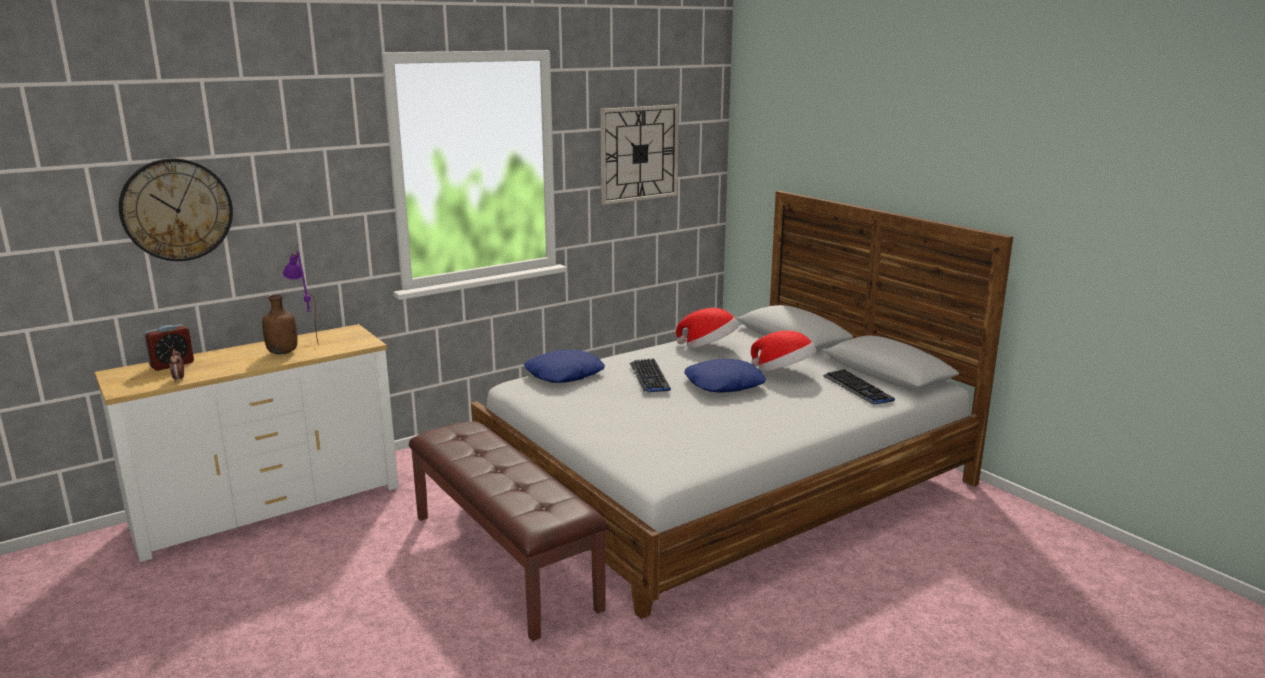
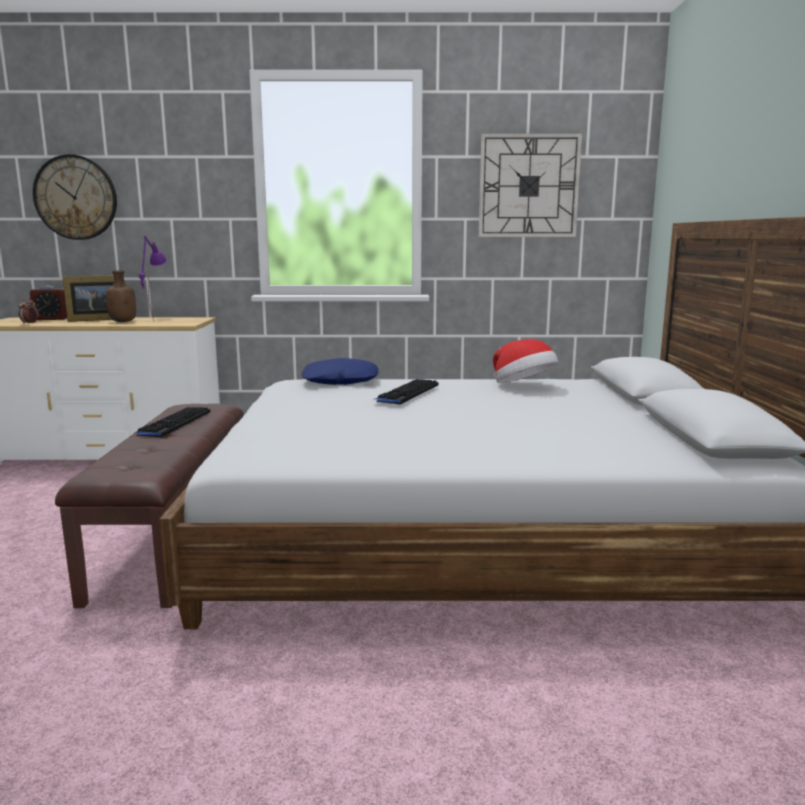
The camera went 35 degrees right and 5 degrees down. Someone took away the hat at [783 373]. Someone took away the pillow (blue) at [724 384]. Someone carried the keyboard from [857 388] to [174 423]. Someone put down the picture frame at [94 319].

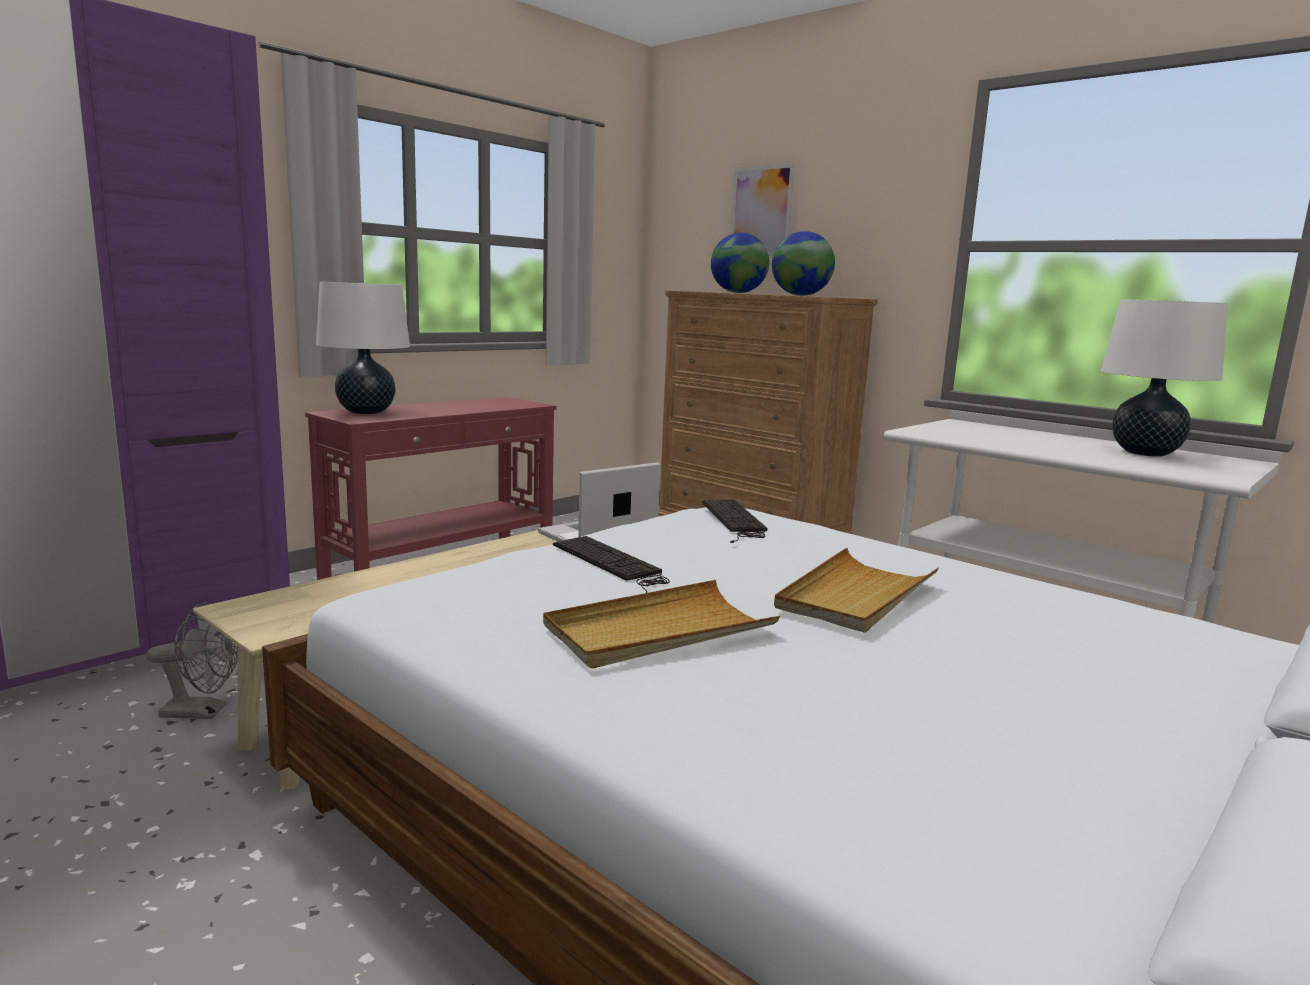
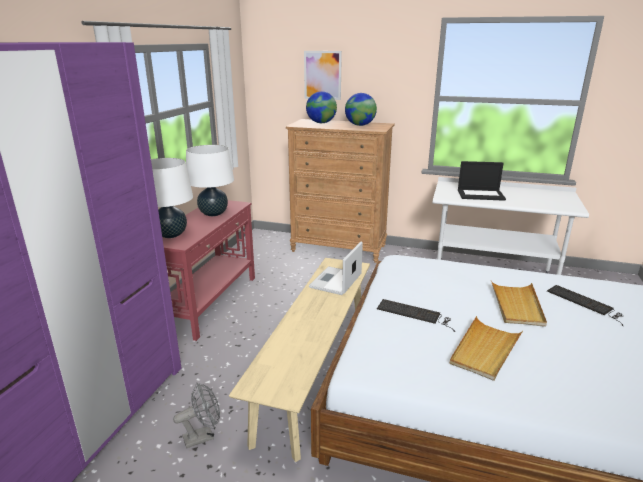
The camera went 25 degrees left and 10 degrees up. Someone carried the table lamp (white) from [1145 453] to [213 214]. Someone carried the keyboard from [734 520] to [585 303]. Someone put down the laptop at [481 194].

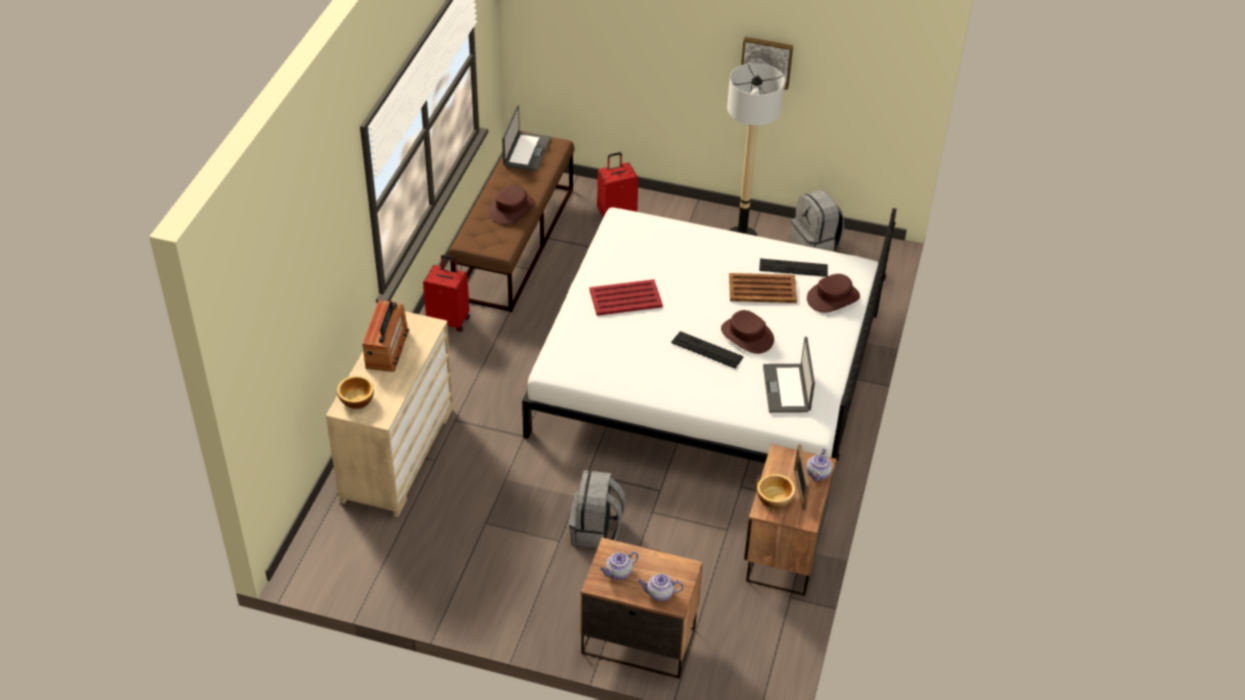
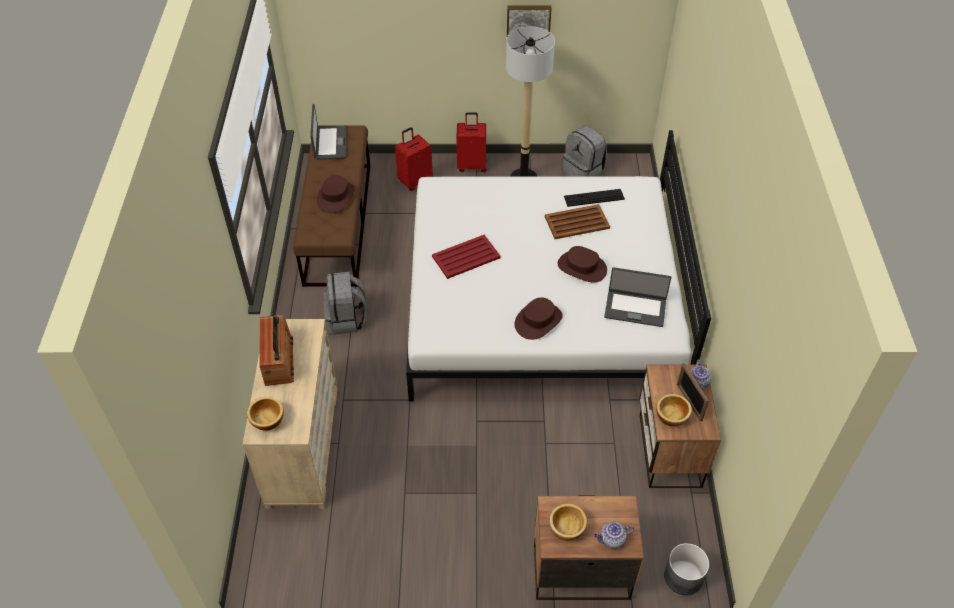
The camera went 15 degrees left and 5 degrees up. Someone carried the suitcase (red) from [449 320] to [472 165]. Someone carried the hat (brown) from [833 297] to [538 320]. Someone took away the keyboard at [707 349]. Someone rotated the laptop at [787 388] by 60 degrees counterclockwise. Someone carried the backpack (grey) from [596 530] to [347 319]. Someone swapped the teapot at [618 573] for the bowl at [567 528]. Someone put down the planter (grey) at [683 577].

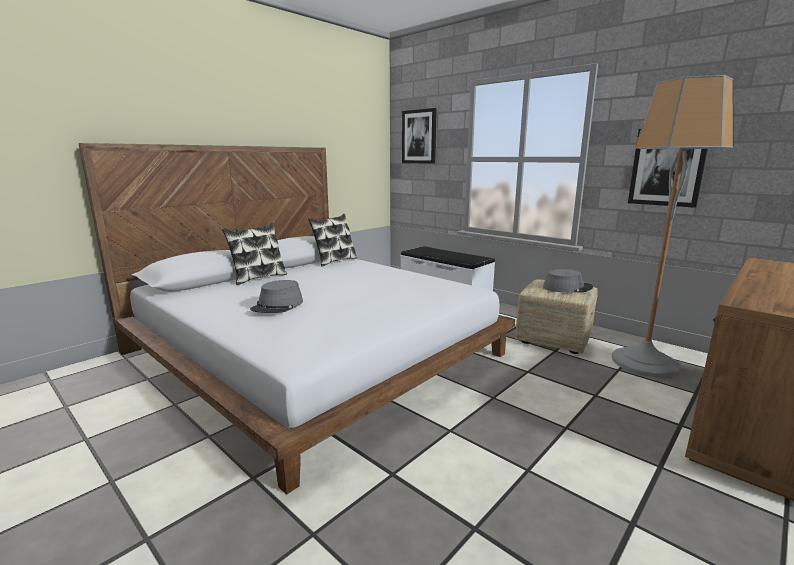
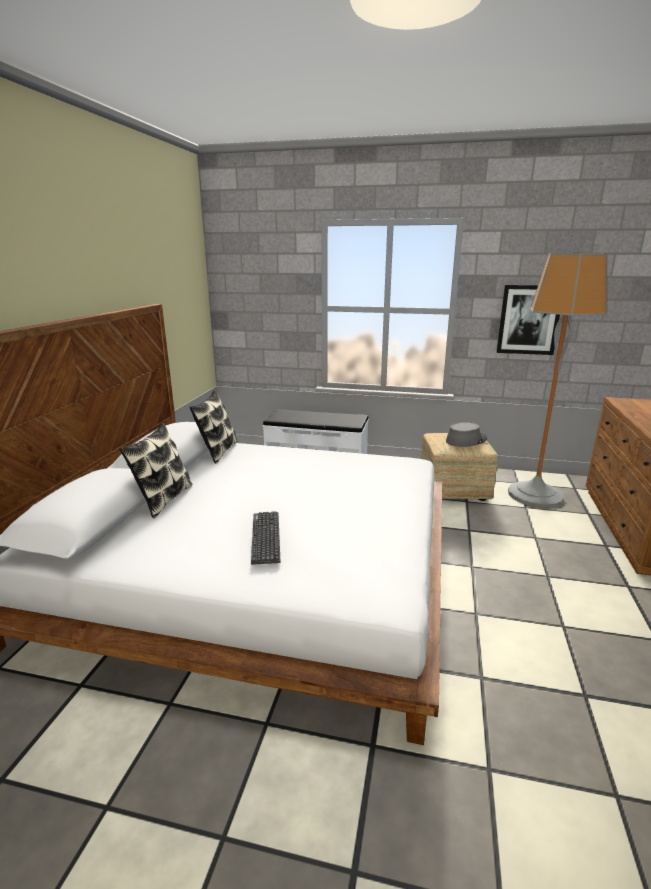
The camera went 30 degrees left and 5 degrees up. Someone took away the picture at [419 137]. Someone swapped the hat (grey) at [278 305] for the keyboard at [265 537].

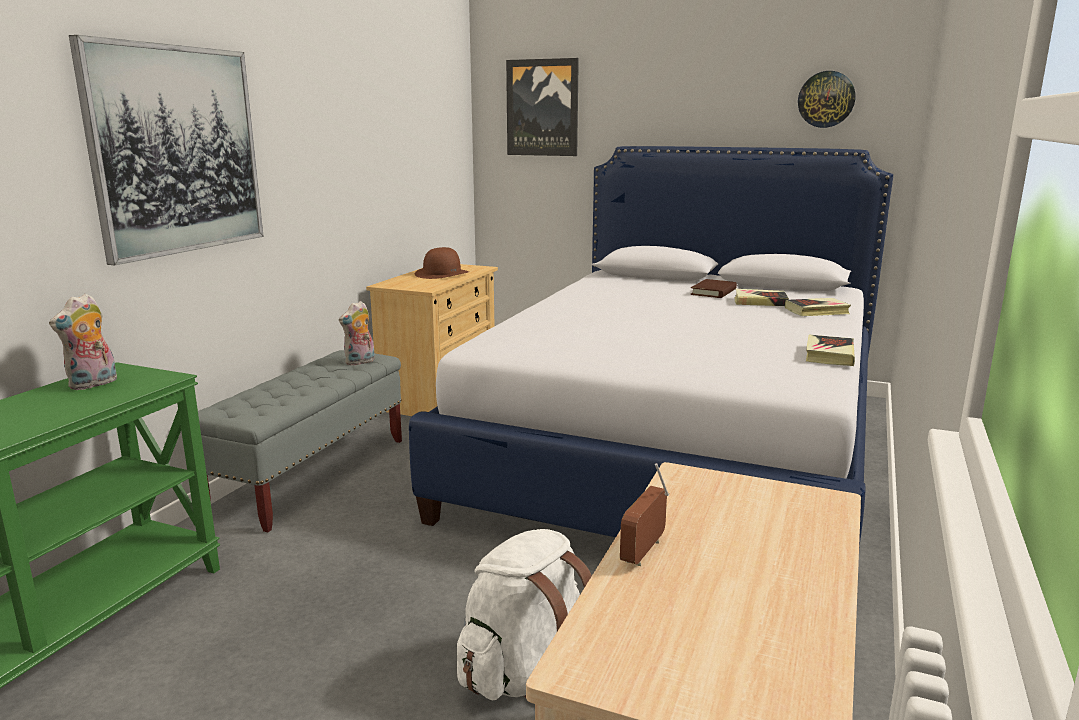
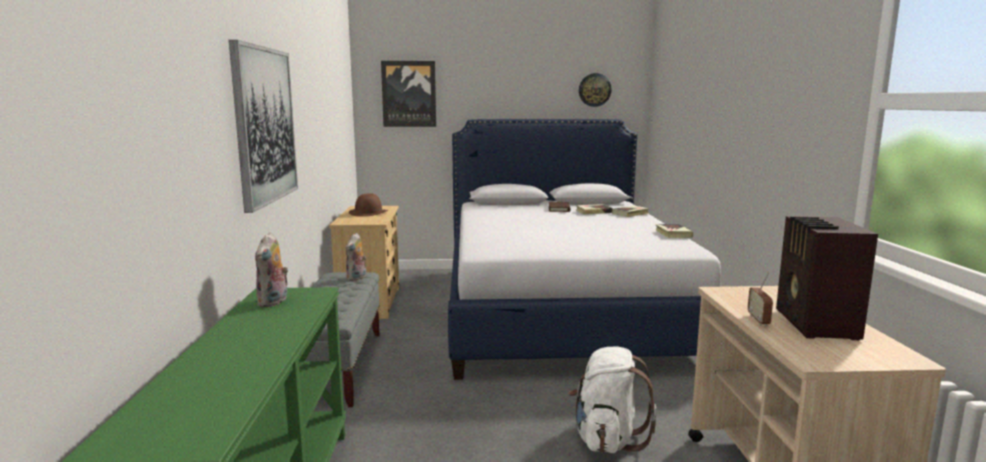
The camera went 25 degrees left and 5 degrees down. Someone put down the radio at [815 324].

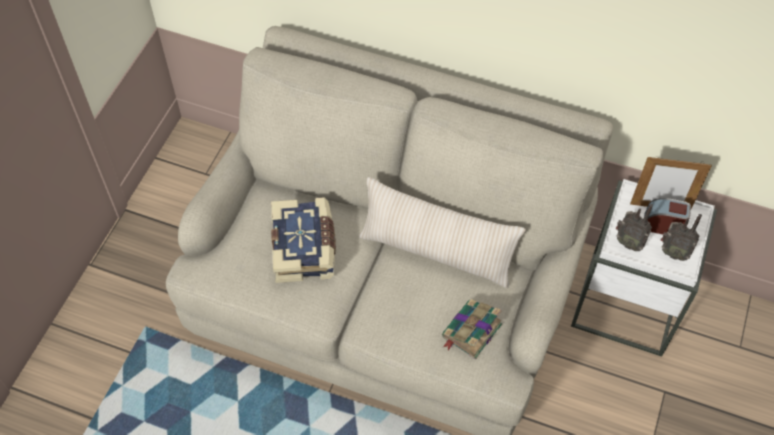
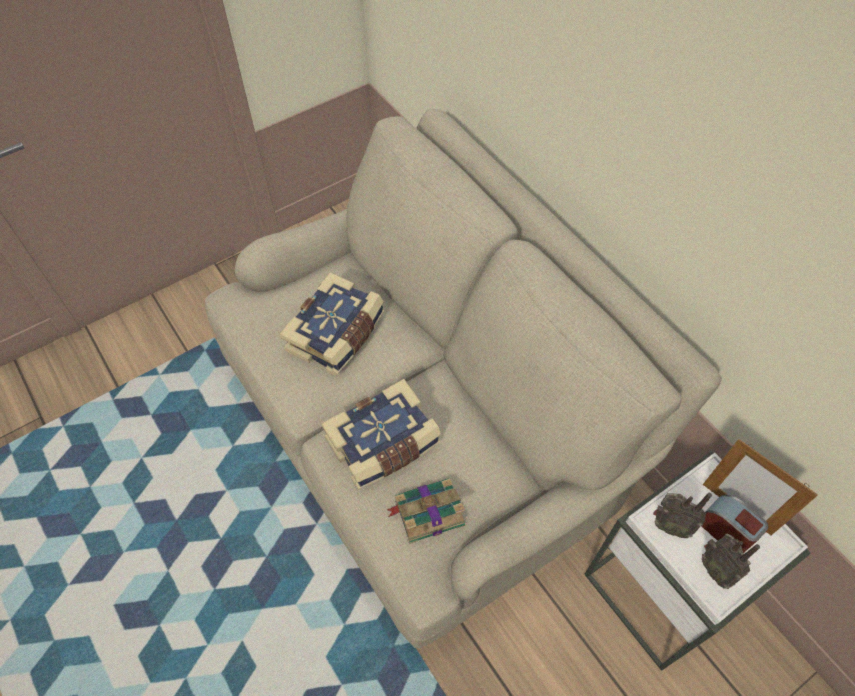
The camera went 35 degrees right and 0 degrees up. Someone took away the pillow (beige) at [436 252]. Someone rotated the radio at [628 242] by 45 degrees counterclockwise. Someone put down the book at [384 444].

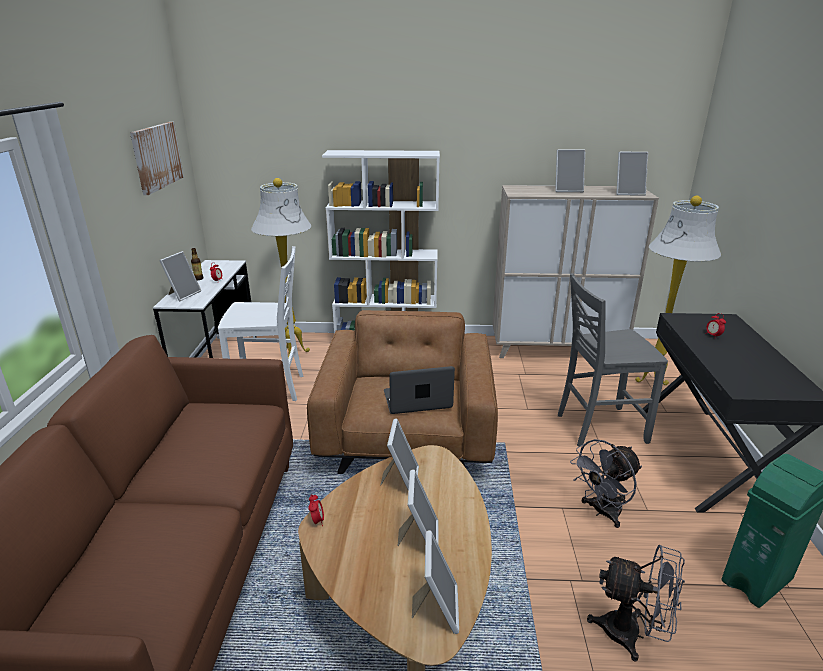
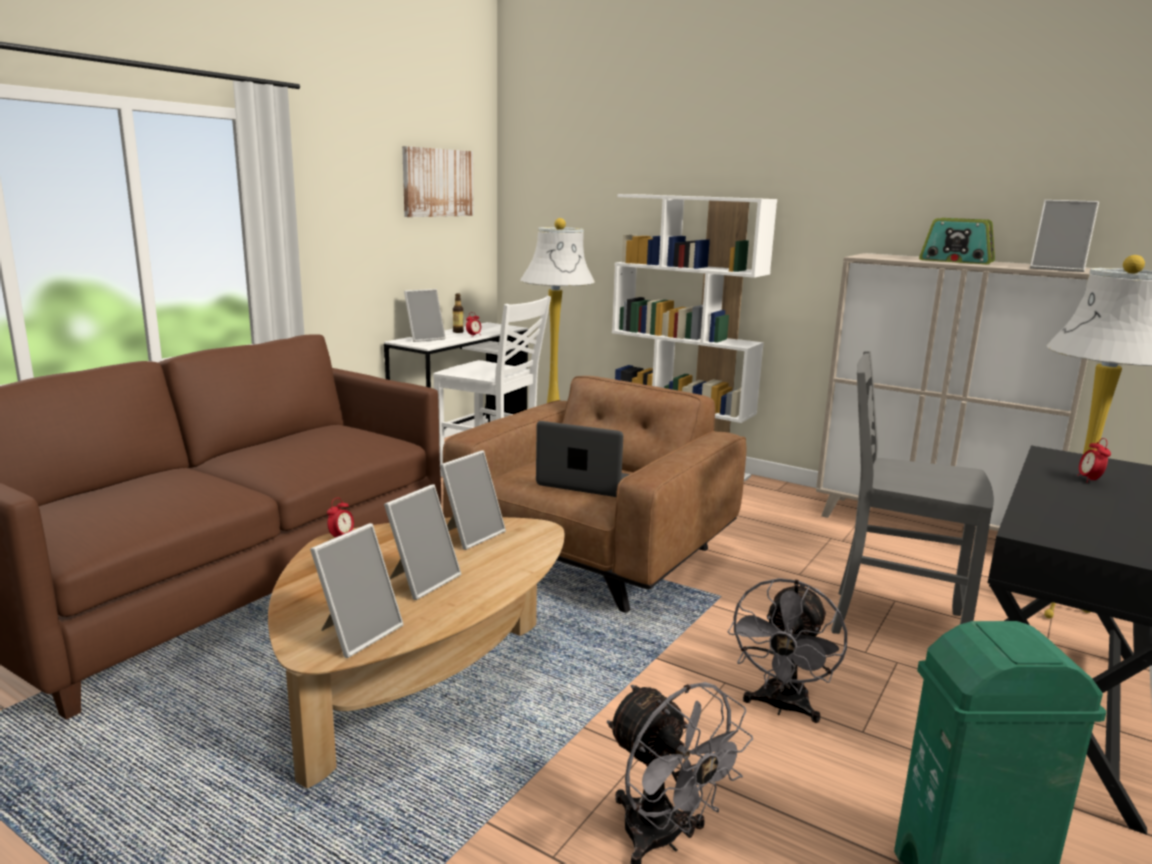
The camera went 30 degrees right and 10 degrees down. Someone swapped the picture frame at [567 190] for the radio at [956 261]. Someone rotated the fan (grey) at [602 512] by 60 degrees counterclockwise.

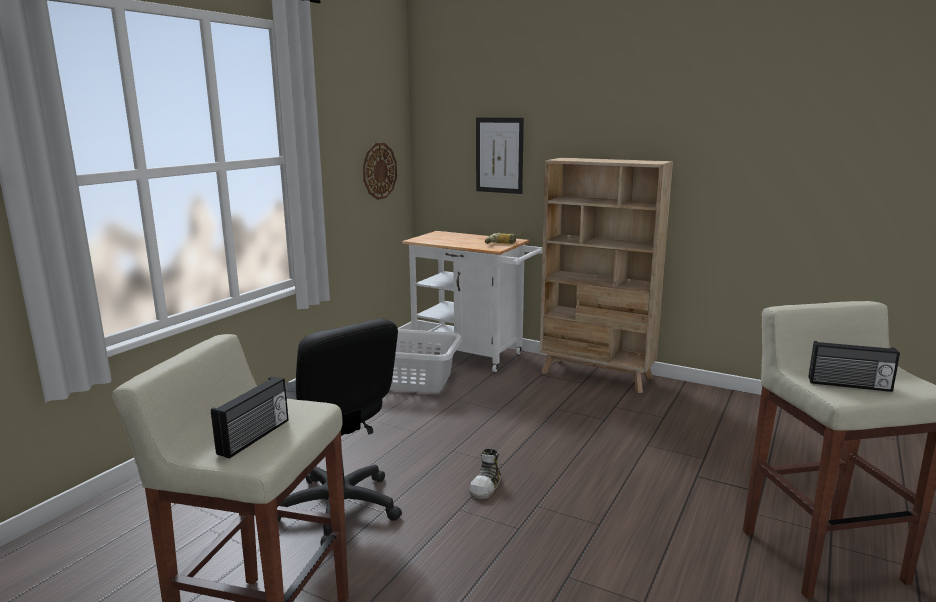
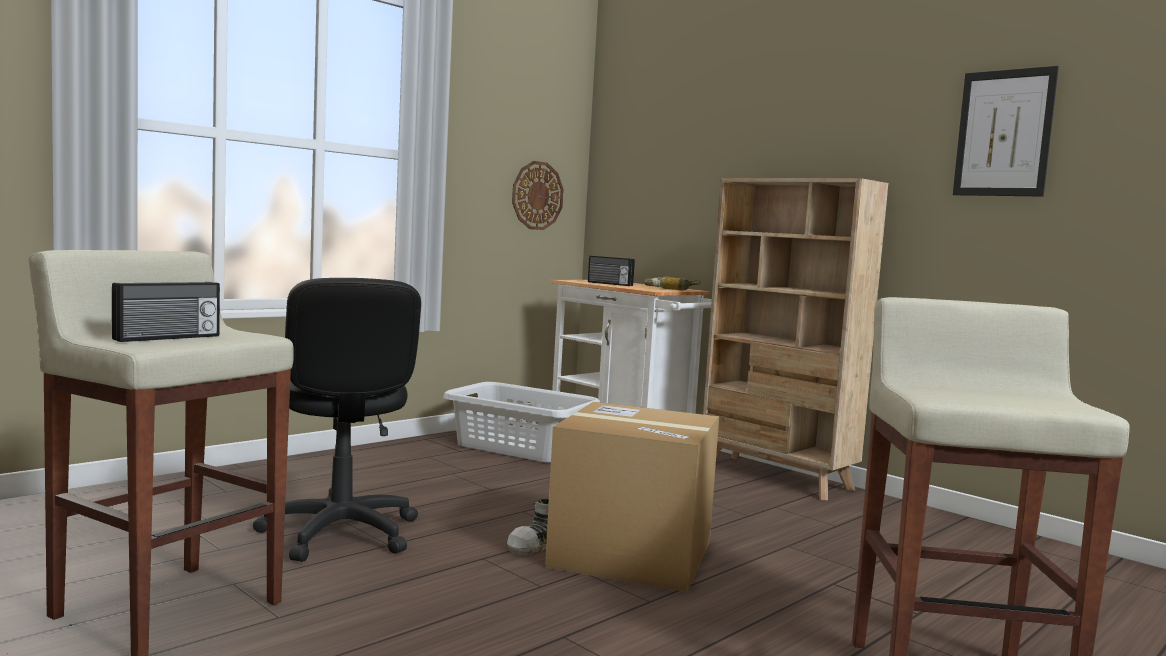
The camera went 15 degrees right and 10 degrees down. Someone carried the picture from [499 155] to [1003 133]. Someone carried the radio from [849 385] to [609 284]. Someone put down the cardboard box at [631 554].

